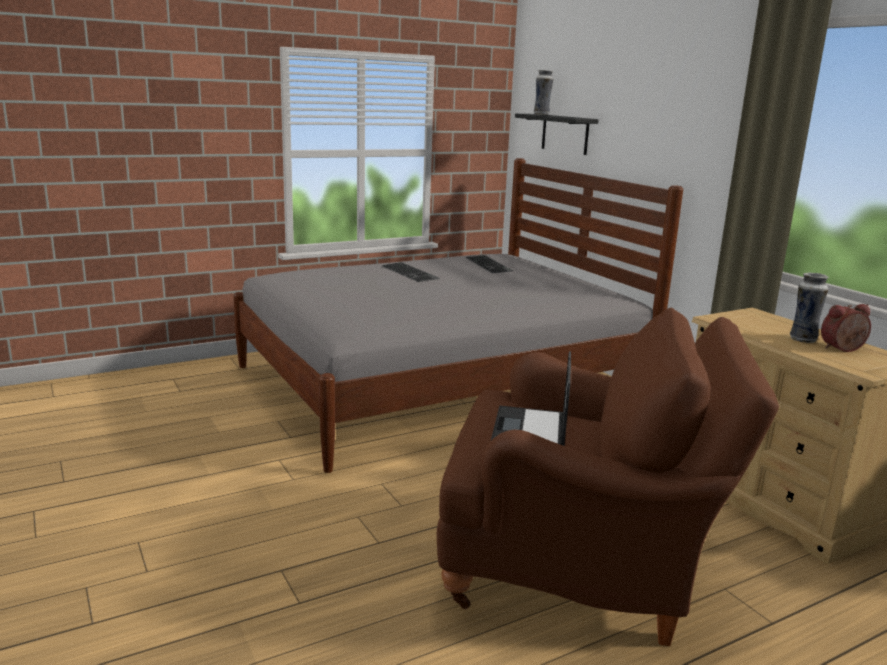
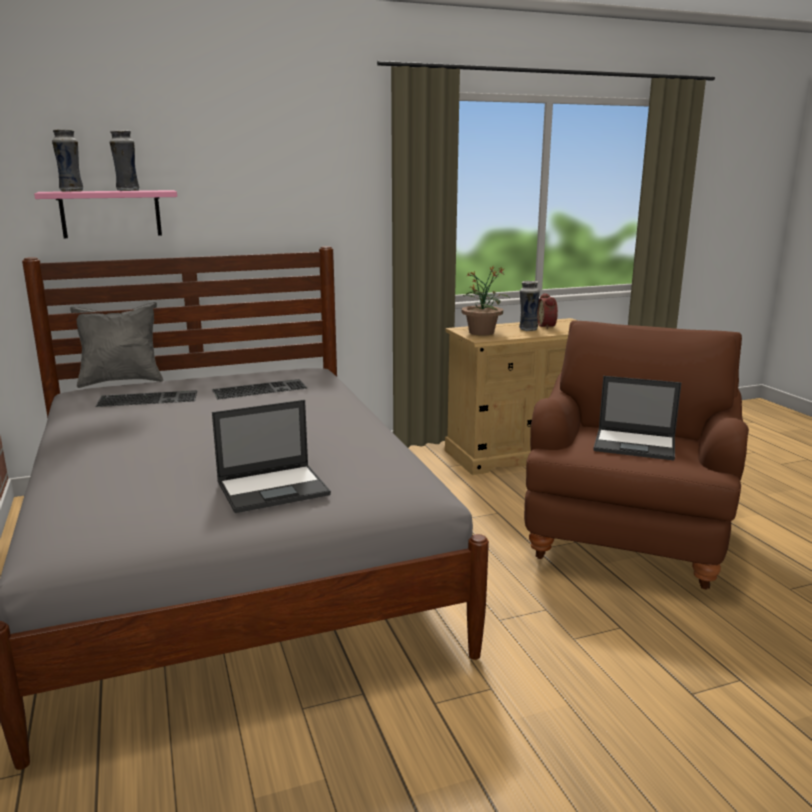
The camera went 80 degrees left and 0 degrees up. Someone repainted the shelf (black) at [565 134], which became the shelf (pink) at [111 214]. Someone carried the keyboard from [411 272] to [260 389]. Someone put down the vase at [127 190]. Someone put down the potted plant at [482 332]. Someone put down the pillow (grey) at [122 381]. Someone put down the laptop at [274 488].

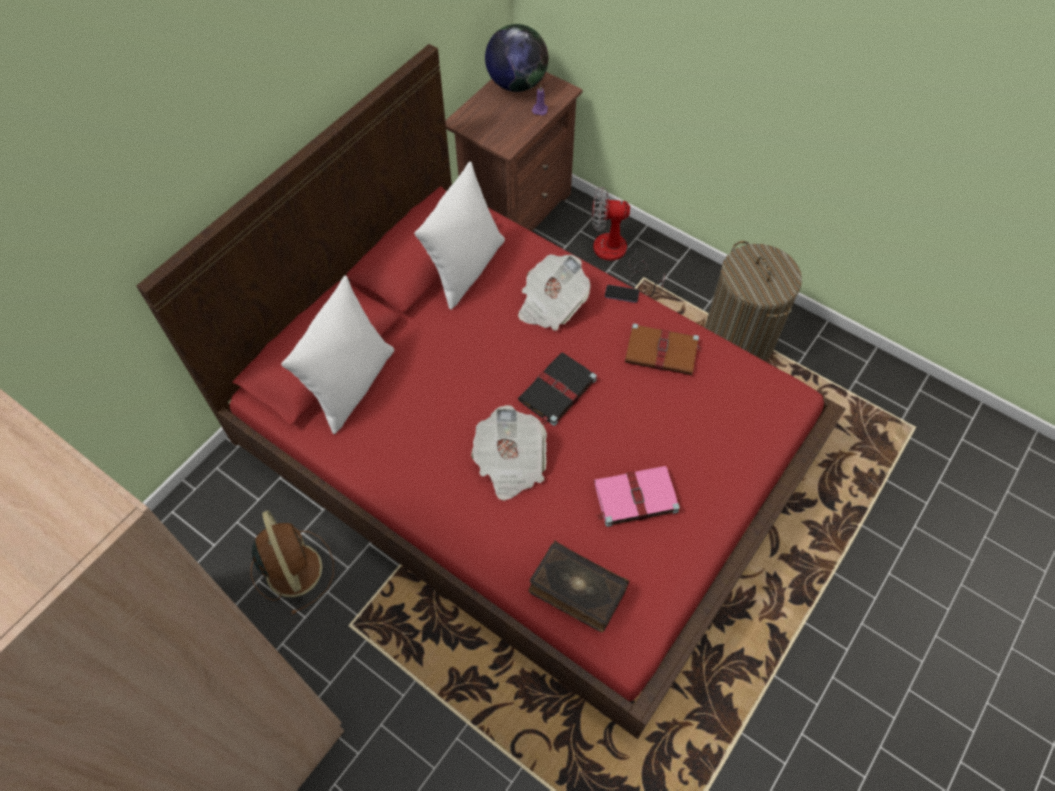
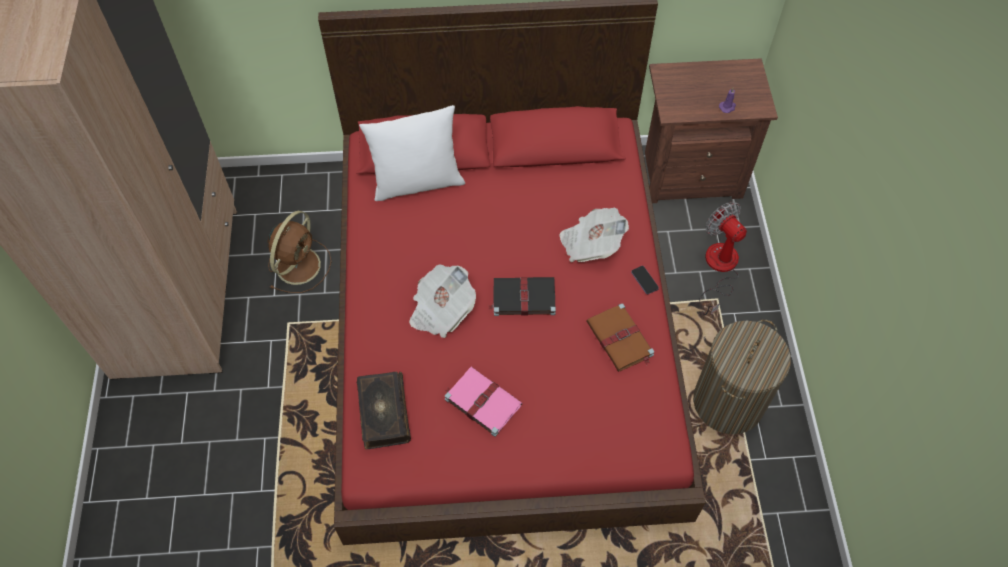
The camera went 50 degrees right and 0 degrees up. Someone took away the globe at [516 84]. Someone took away the pillow (white) at [465 269].

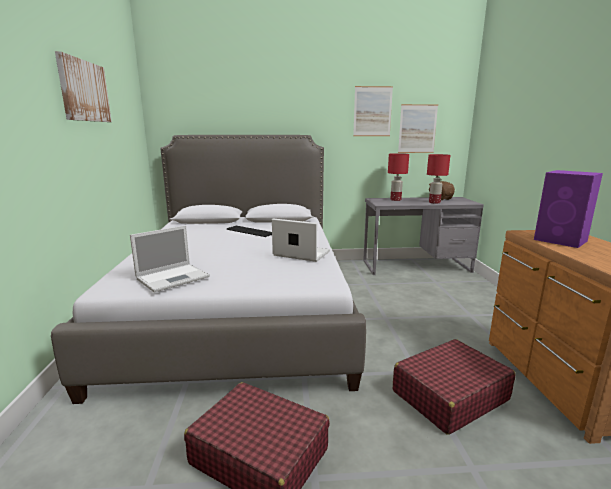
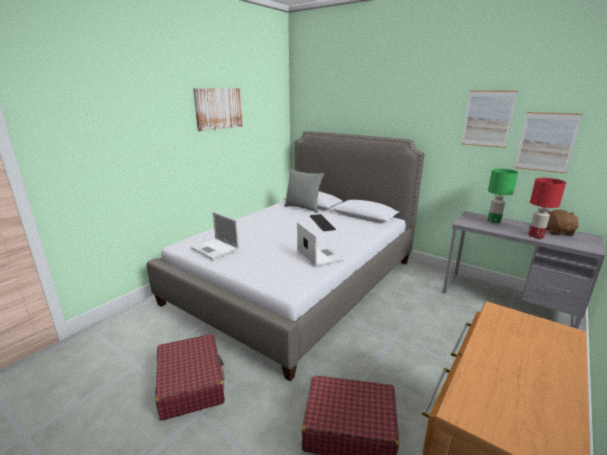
The camera went 40 degrees right and 5 degrees up. Someone repainted the table lamp (red) at [396 200], which became the table lamp (green) at [494 221]. Someone took away the speaker (purple) at [561 240]. Someone rotated the laptop at [174 277] by 45 degrees clockwise. Someone put down the pillow (grey) at [303 208].

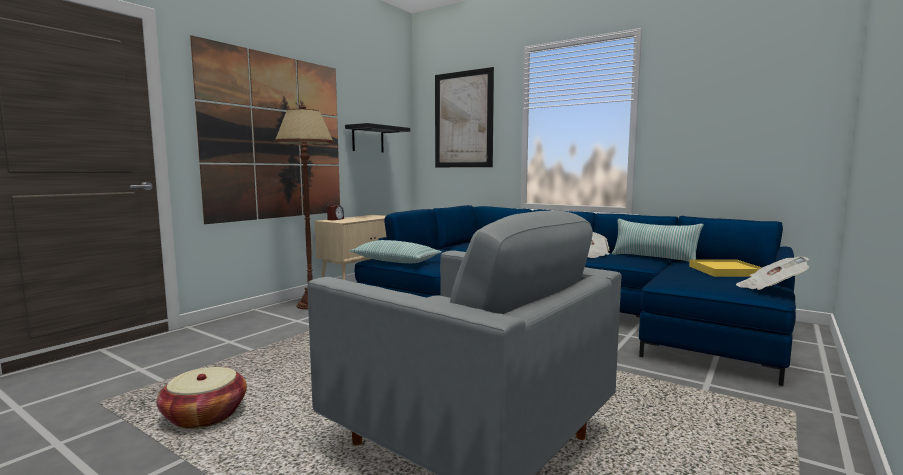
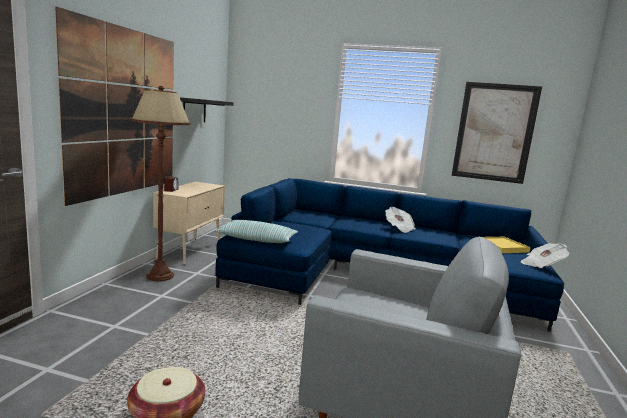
The camera went 20 degrees left and 5 degrees up. Someone carried the picture from [463 120] to [494 132]. Someone took away the pillow at [654 258].

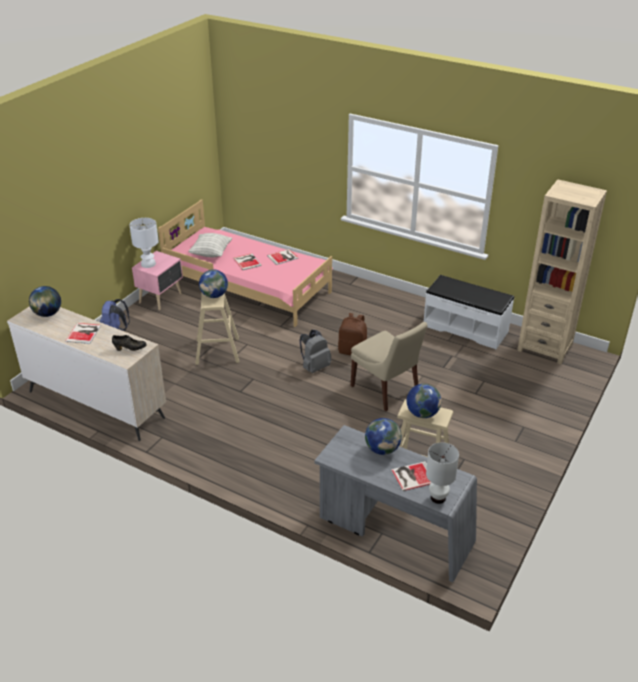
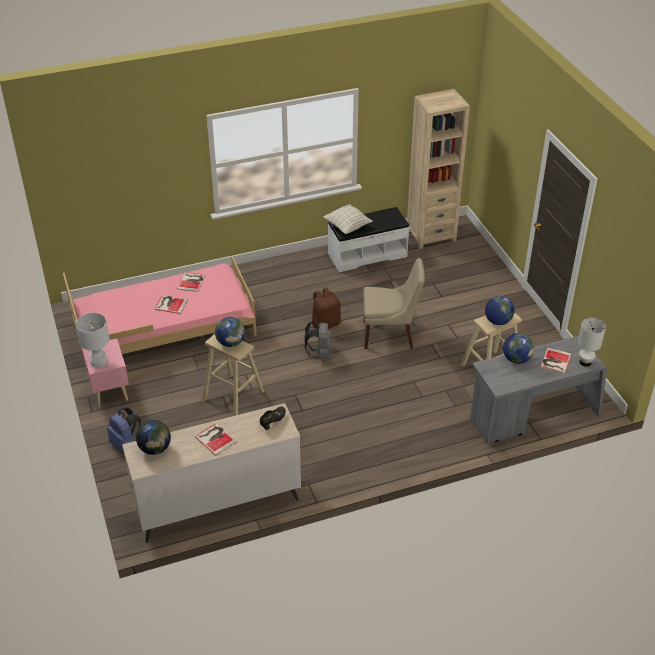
The camera went 50 degrees left and 5 degrees up. Someone carried the pillow from [211 253] to [347 227].

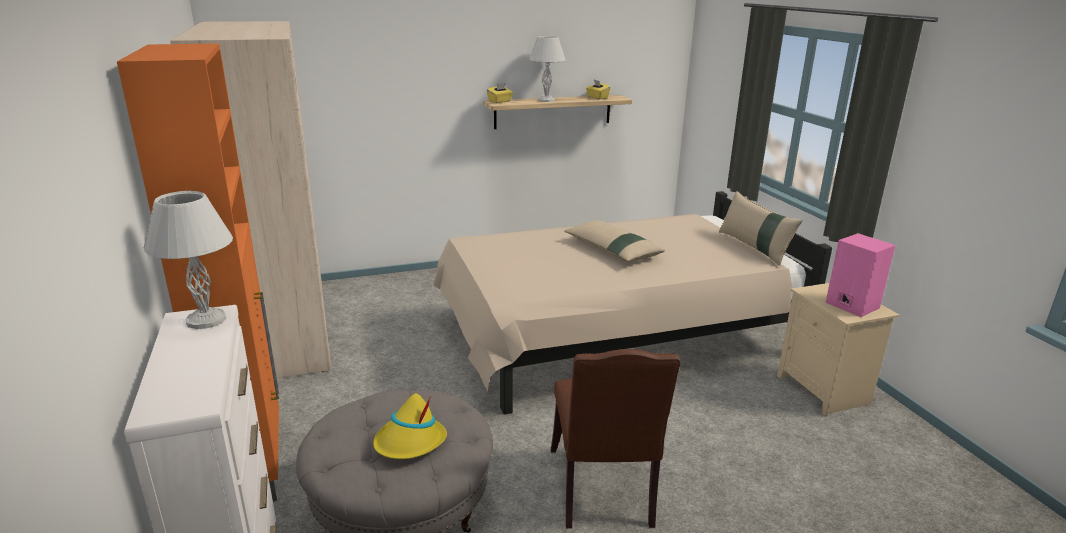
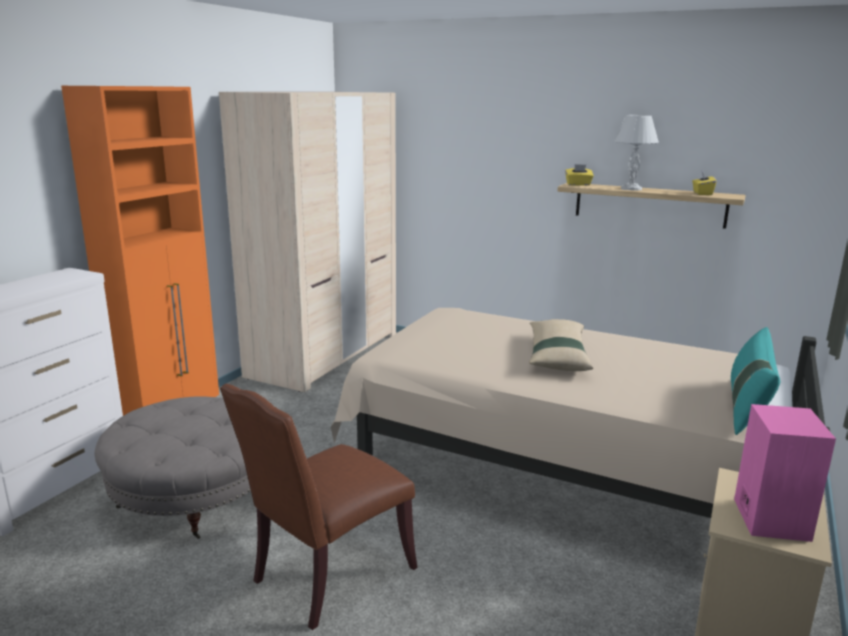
The camera went 45 degrees right and 5 degrees down. Someone took away the table lamp (white) at [205 321]. Someone repainted the pillow (beige) at [754 247], which became the pillow (turquoise) at [747 407]. Someone took away the hat (yellow) at [410 442].

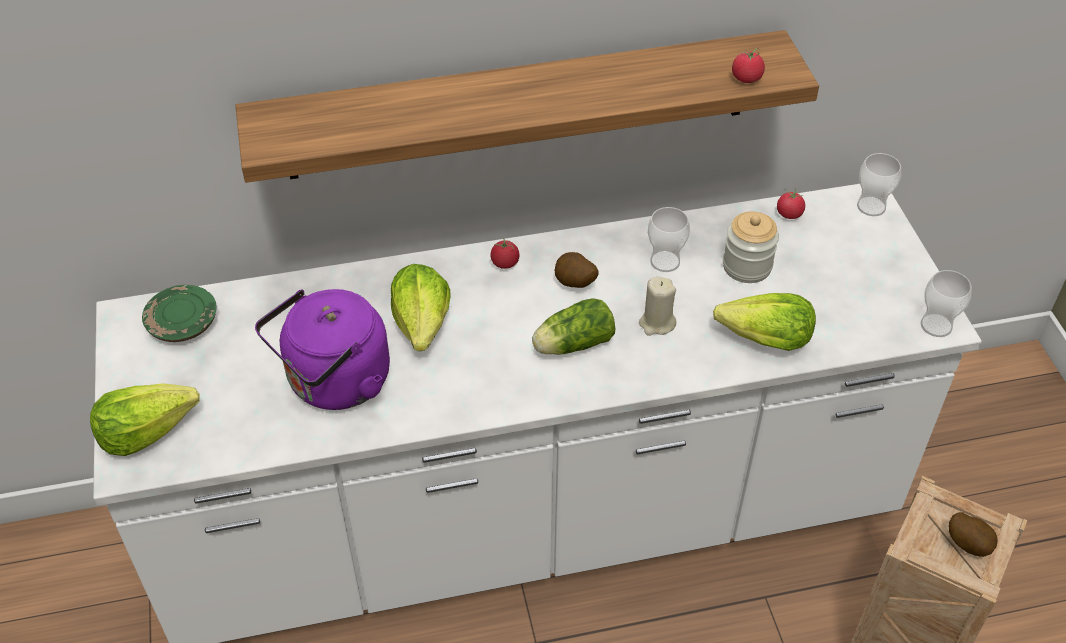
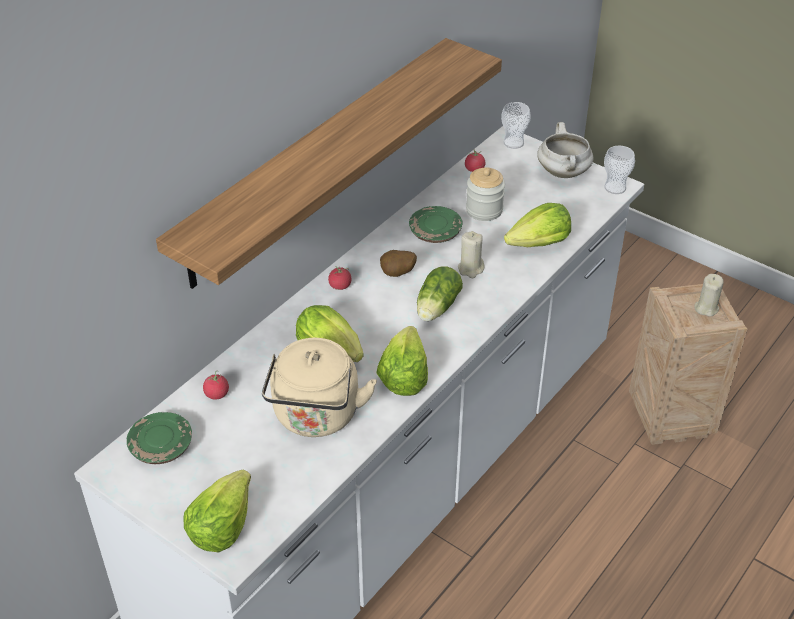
The camera went 40 degrees left and 5 degrees down. Someone carried the tomato from [746 78] to [217 394]. Someone swapped the cup at [665 261] for the plate (green) at [435 232]. Someone repainted the kettle (purple) at [334 383], which became the kettle (beige) at [316 417]. Someone swapped the potato at [968 544] for the candle (beige) at [706 308]. Someone put down the cooking pot (white) at [564 173]. Someone put down the lettuce at [403 376].

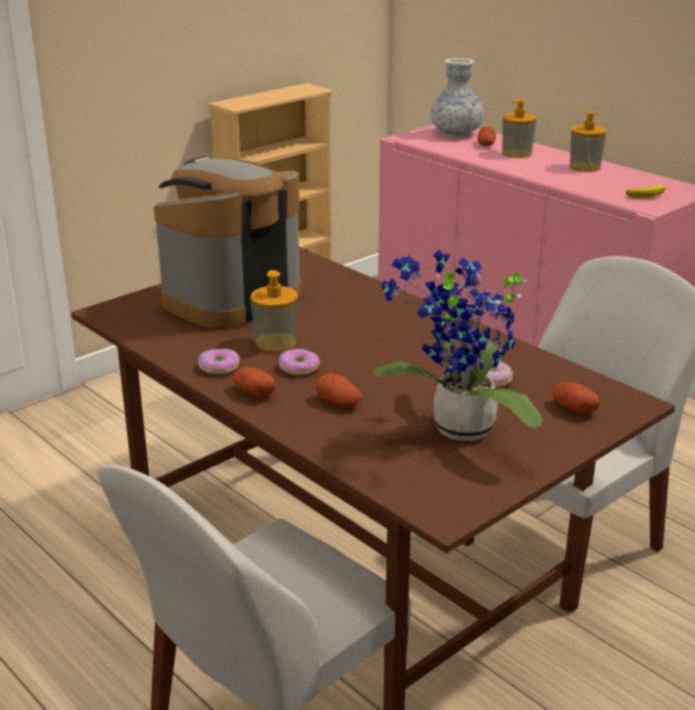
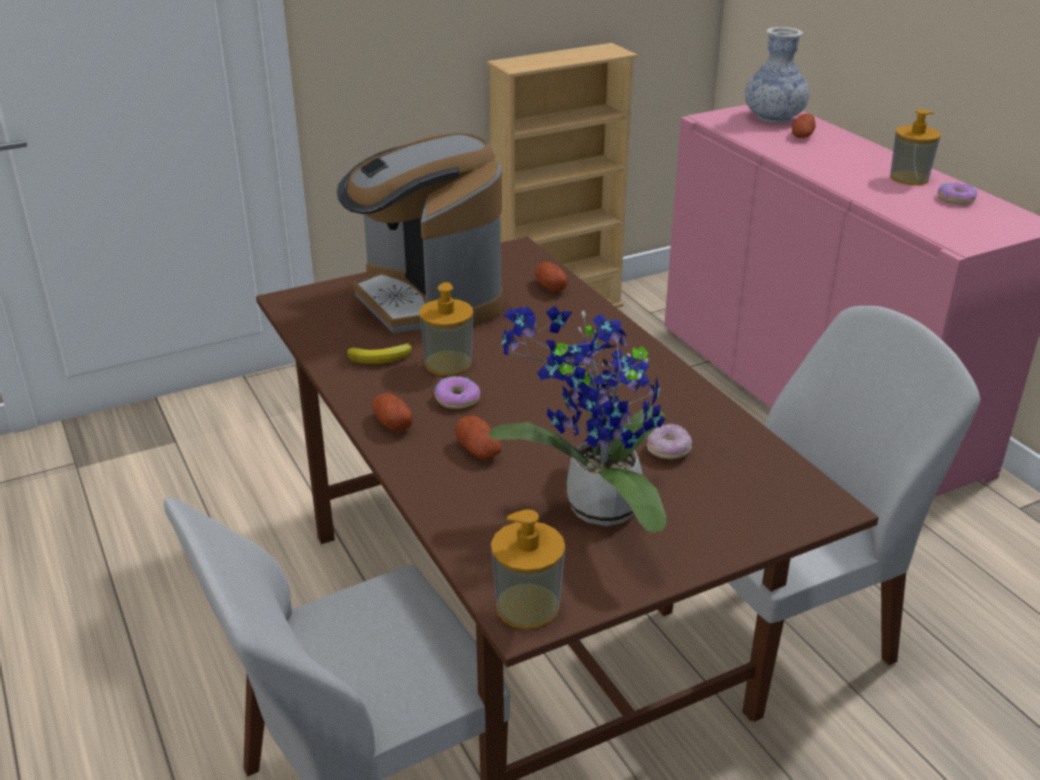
The camera went 15 degrees right and 5 degrees up. Someone carried the soap dispenser from [516 153] to [527 606]. Someone rotated the coffee machine at [230 298] by 90 degrees counterclockwise. Someone carried the banana from [647 194] to [382 358]. Someone carried the donut from [219 367] to [956 199]. Someone carried the potato from [573 409] to [550 287].

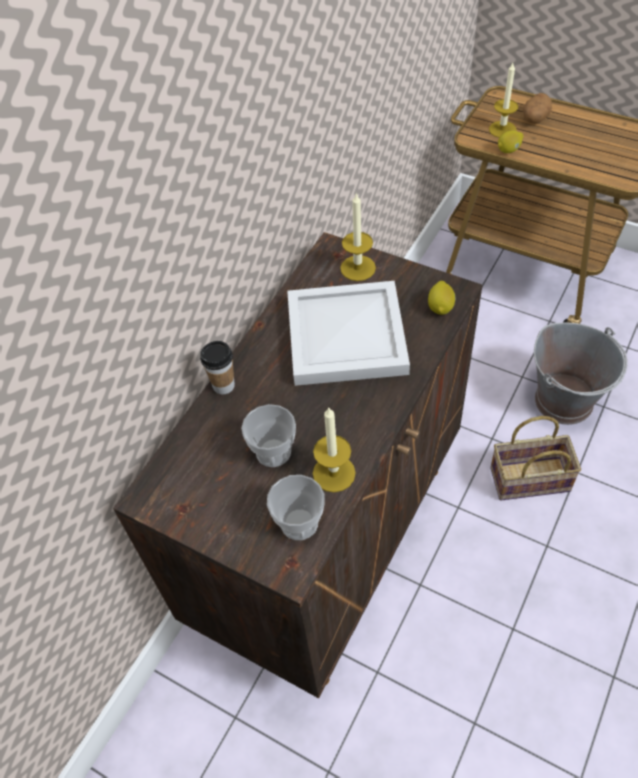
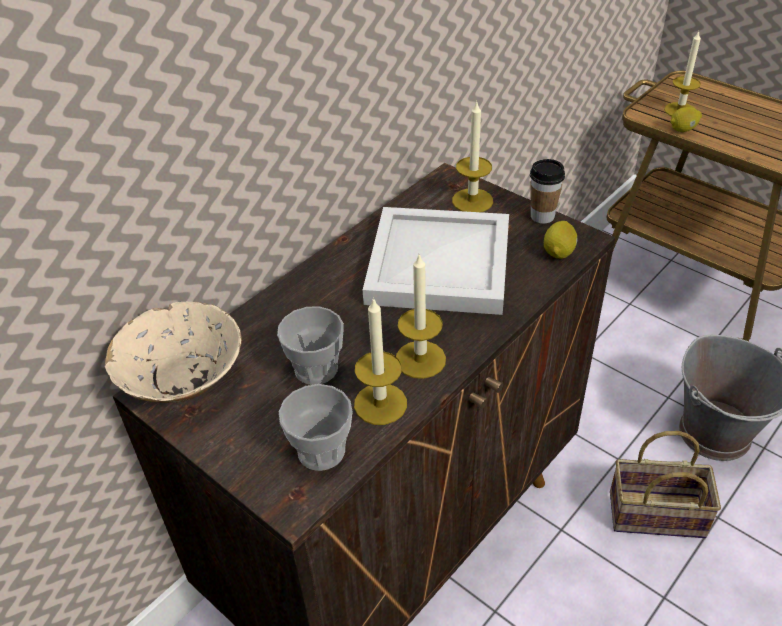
The camera went 10 degrees right and 10 degrees down. Someone took away the potato at [534 119]. Someone carried the cup from [223 385] to [542 216]. Someone put down the candle at [420 359]. Someone put down the bowl (beige) at [185 381].

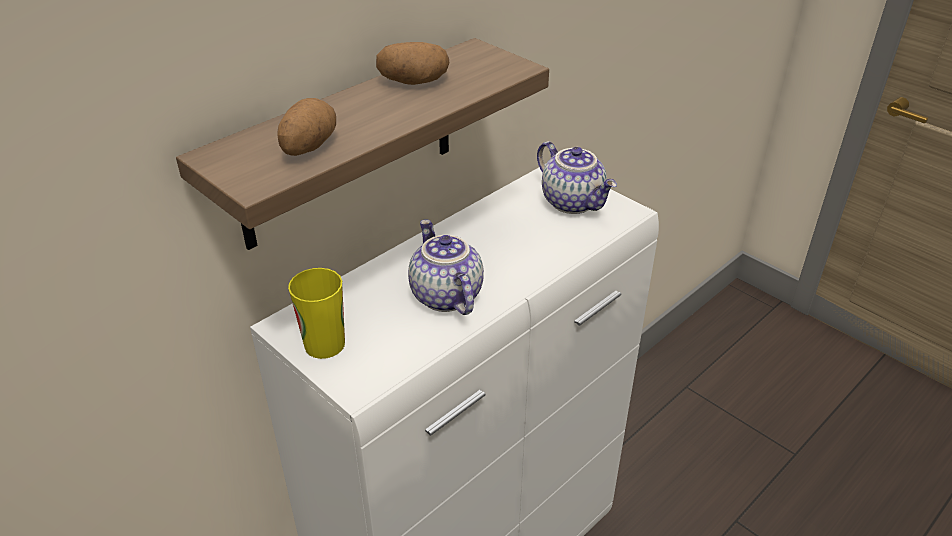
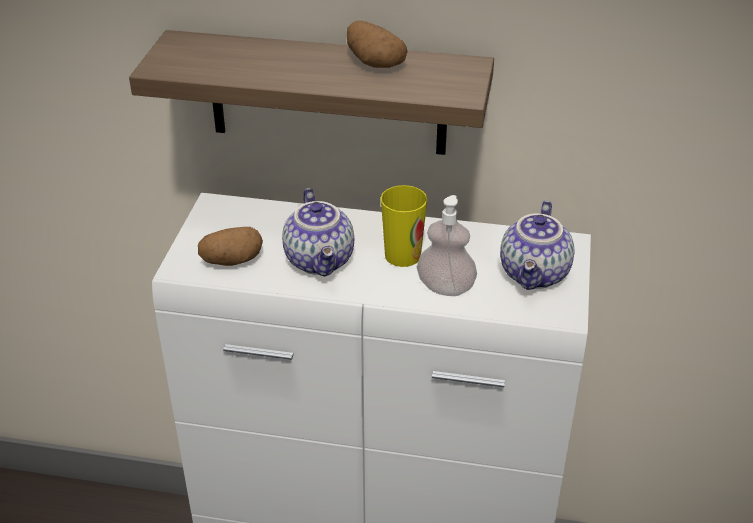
The camera went 55 degrees right and 0 degrees up. Someone carried the potato from [307 147] to [232 260]. Someone rotated the teapot at [444 296] by 135 degrees clockwise. Someone carried the cup from [324 344] to [402 255]. Someone put down the soap dispenser at [445 287].

